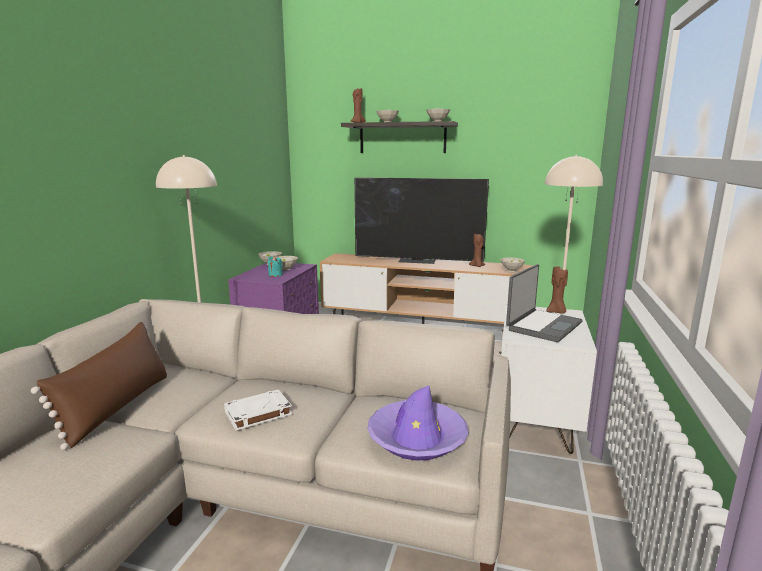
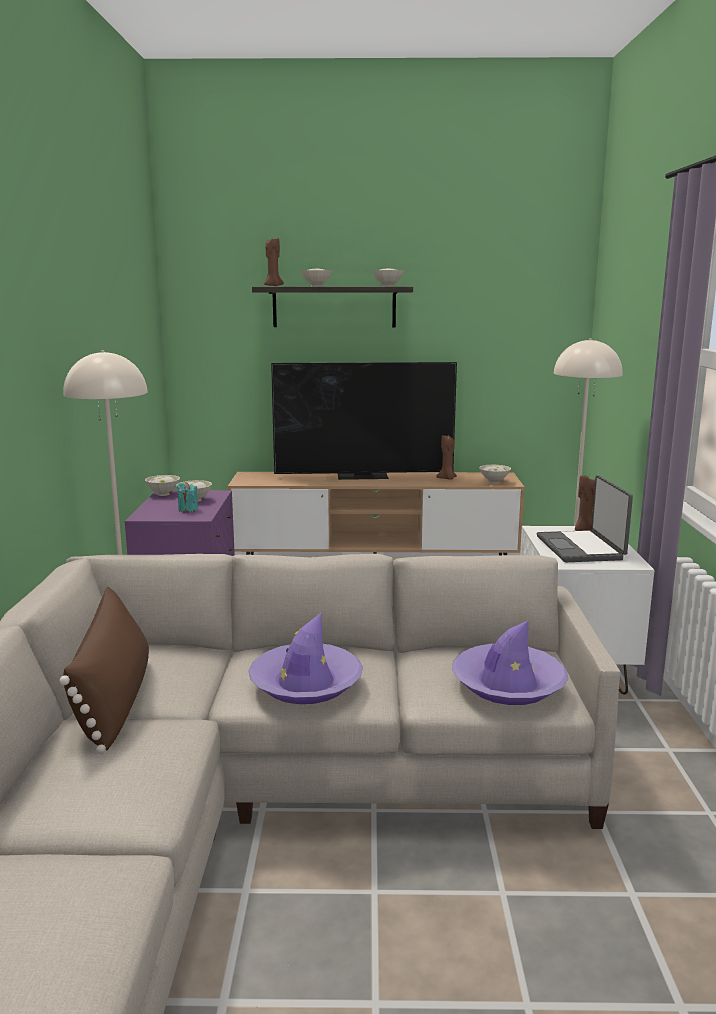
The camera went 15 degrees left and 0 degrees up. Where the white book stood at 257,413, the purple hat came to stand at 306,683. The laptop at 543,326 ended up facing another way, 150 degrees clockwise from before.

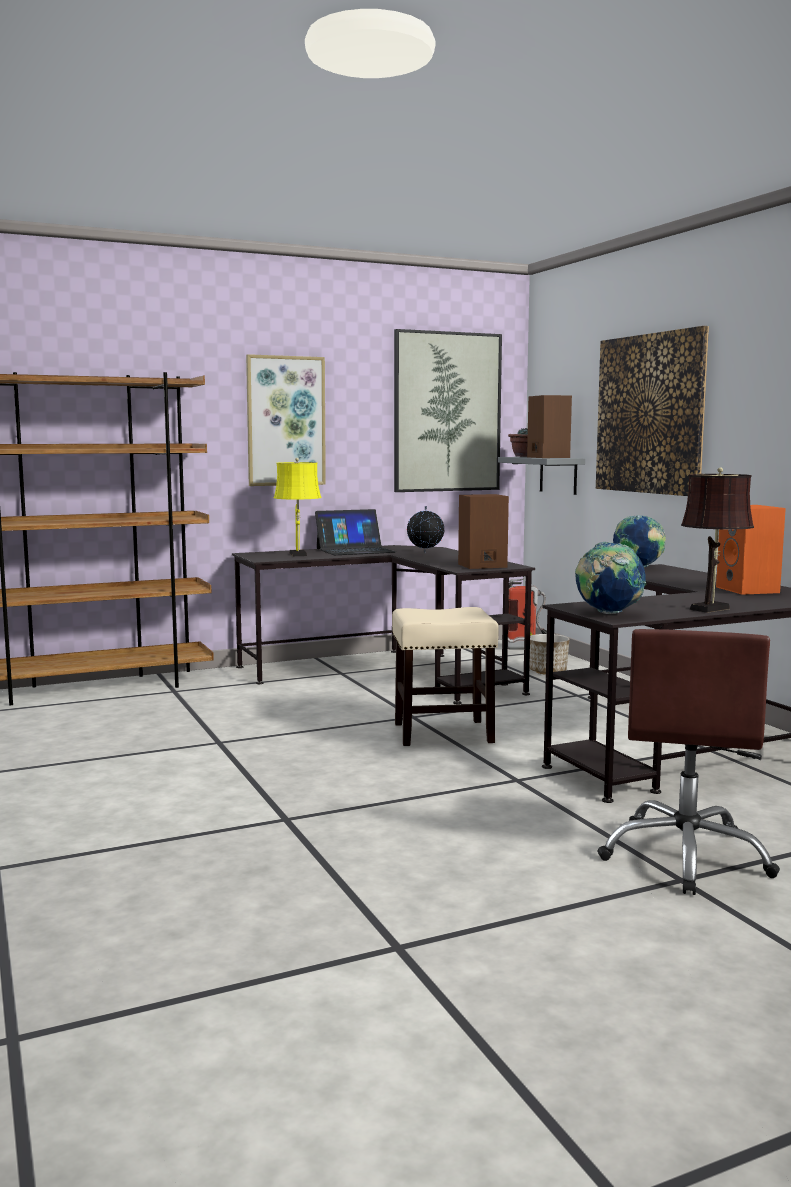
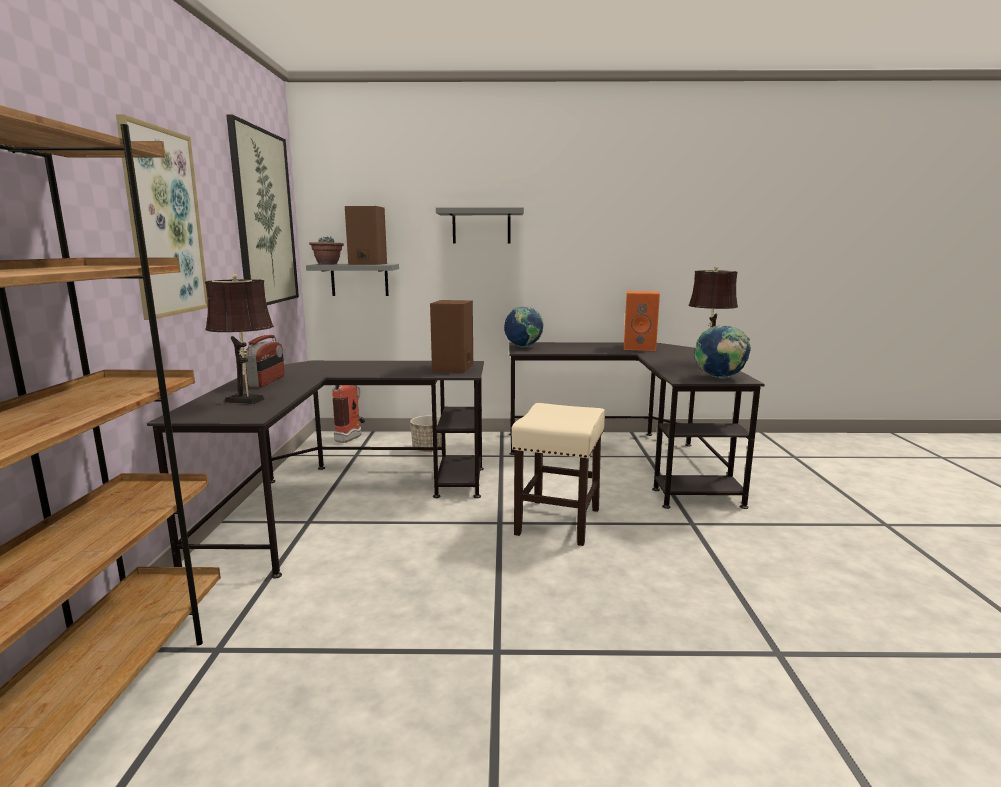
The camera went 65 degrees left and 5 degrees up. The second view lost the globe at 425,553. The second view lost the brown office chair at 686,856. Where the laptop stood at 355,550, the radio came to stand at 267,381. Where the picture hung at 650,414, the grey shelf came to hang at 481,226. What was the yellow table lamp at 298,555 turned into the brown table lamp at 247,401.

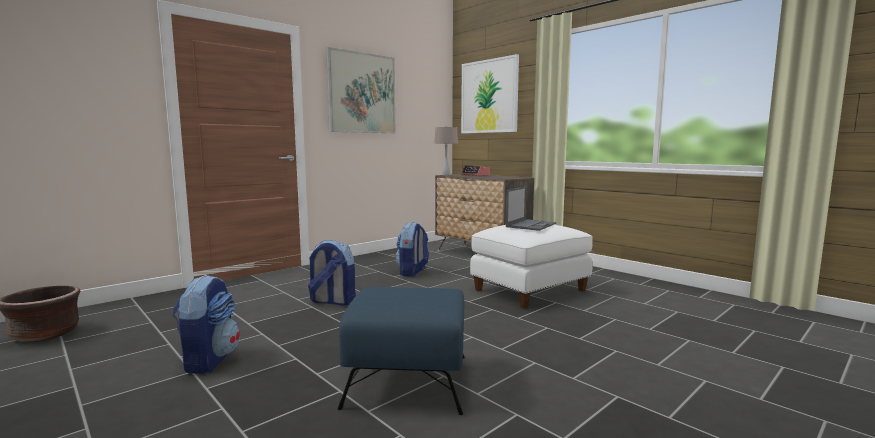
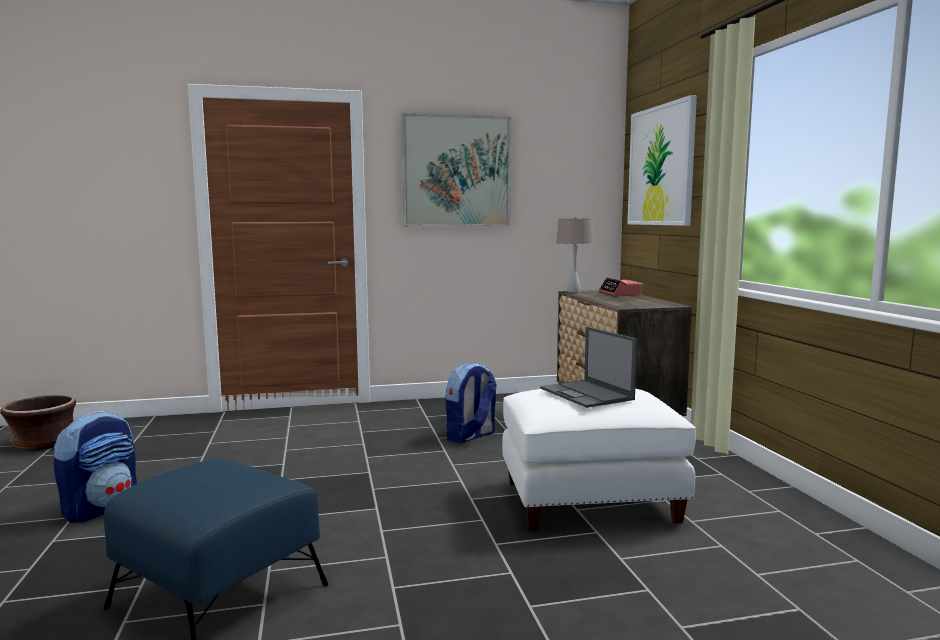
The camera went 30 degrees right and 0 degrees up. The second view lost the backpack at 332,301. The laptop at 531,225 ended up facing another way, 90 degrees clockwise from before.

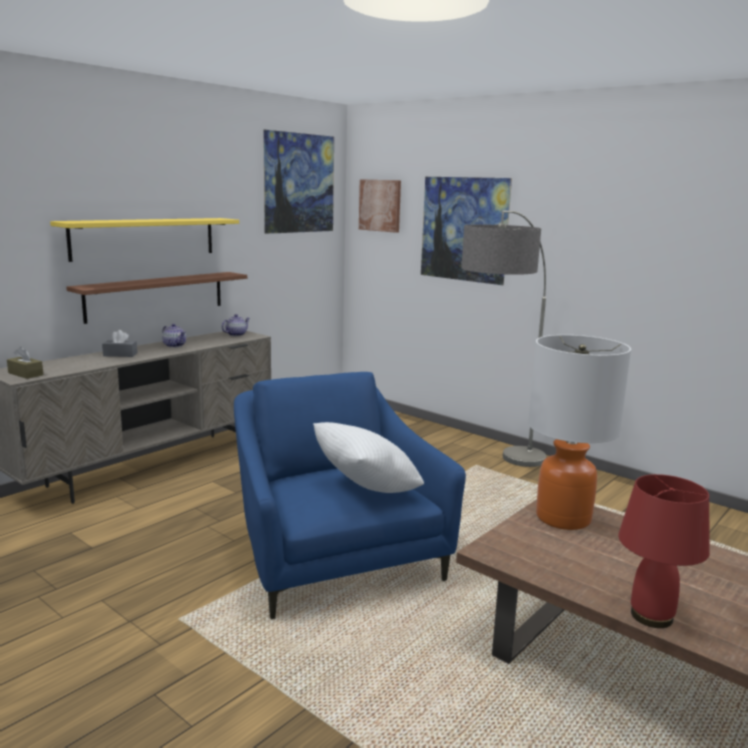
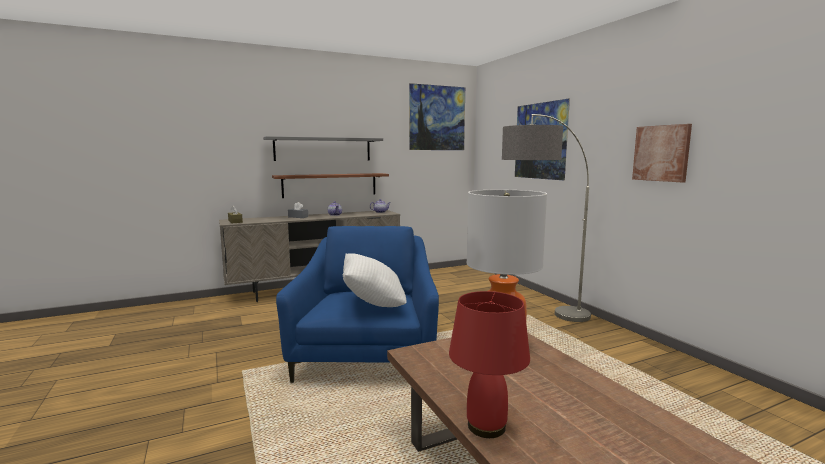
The camera went 25 degrees right and 5 degrees down. The picture ended up elsewhere, having gone from 380,205 to 661,153. What was the yellow shelf at 144,238 turned into the grey shelf at 323,149.

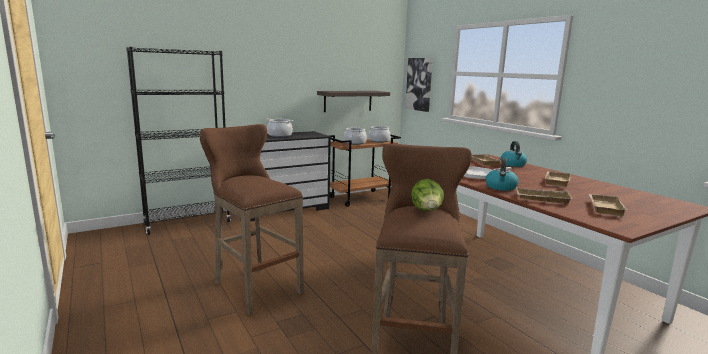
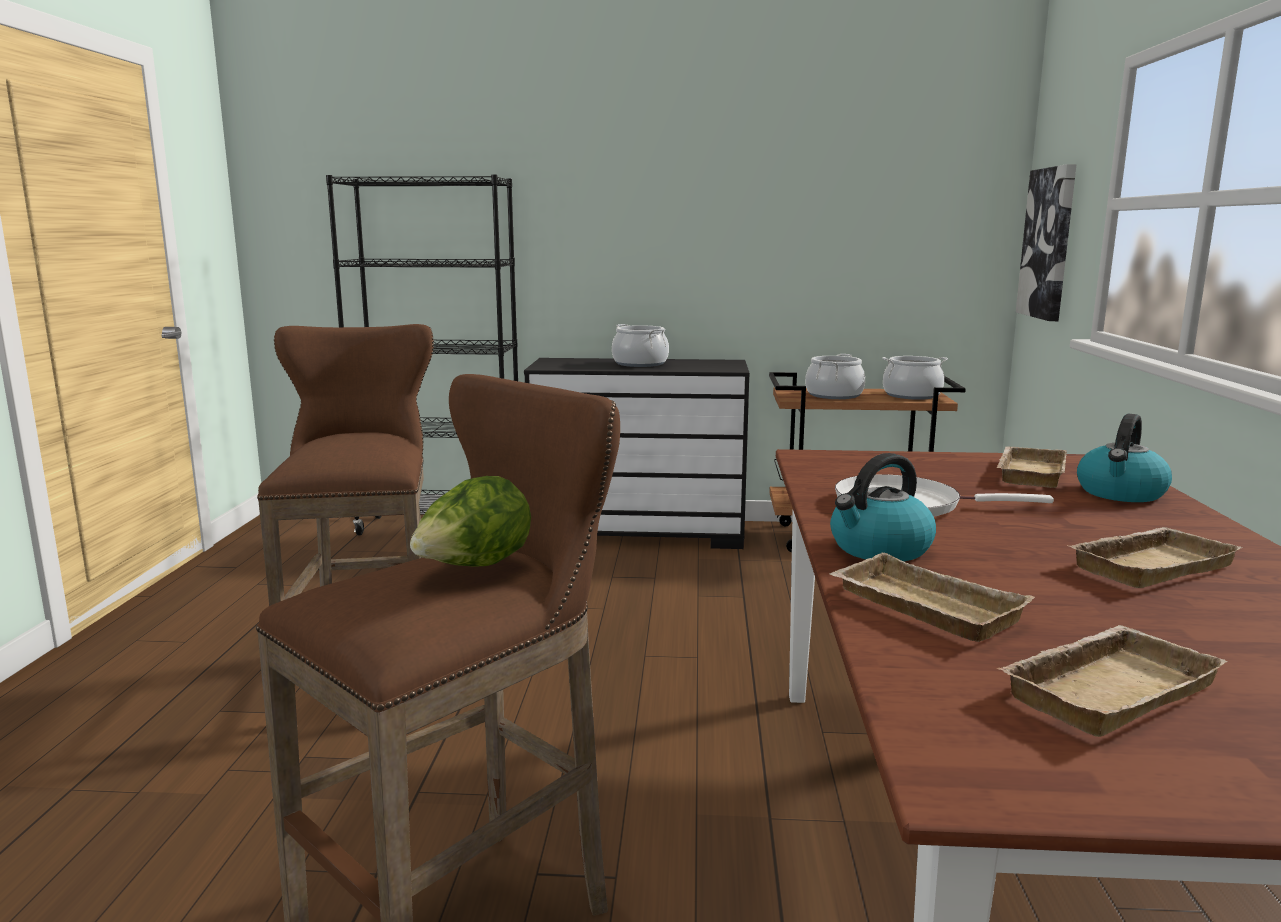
The camera went 35 degrees right and 0 degrees up. The second view lost the shelf at 348,101.

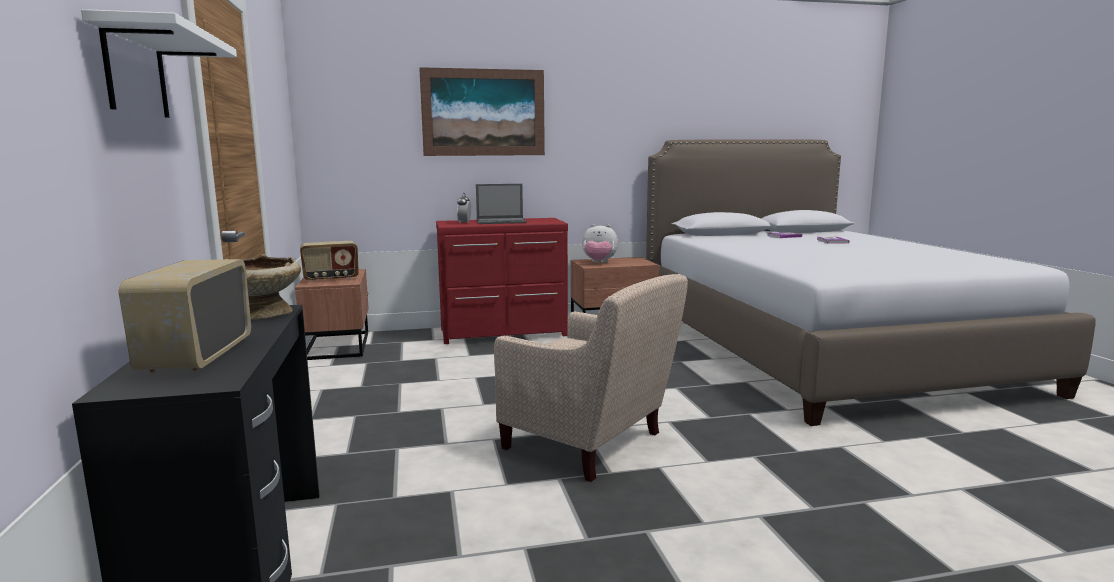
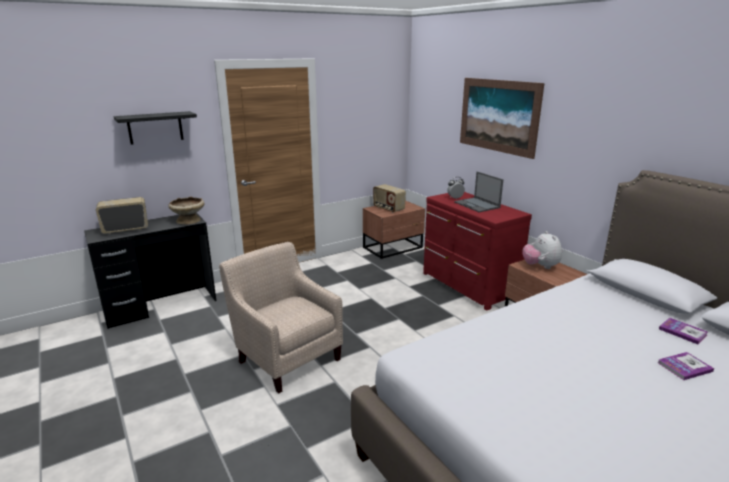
The camera went 70 degrees right and 10 degrees up. What was the white shelf at 136,72 turned into the black shelf at 155,127. The beige armchair at 590,444 ended up facing another way, 120 degrees clockwise from before.

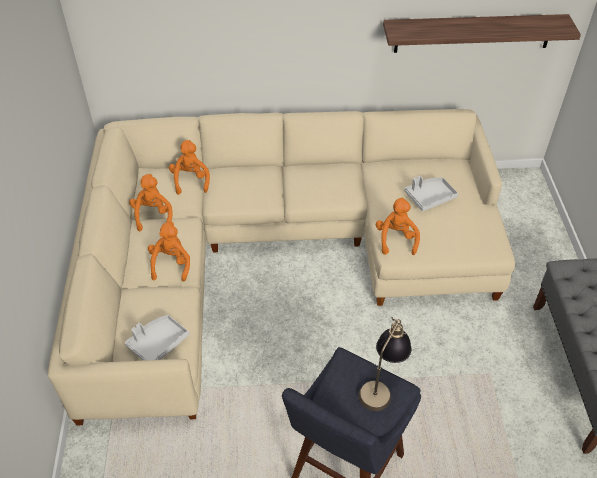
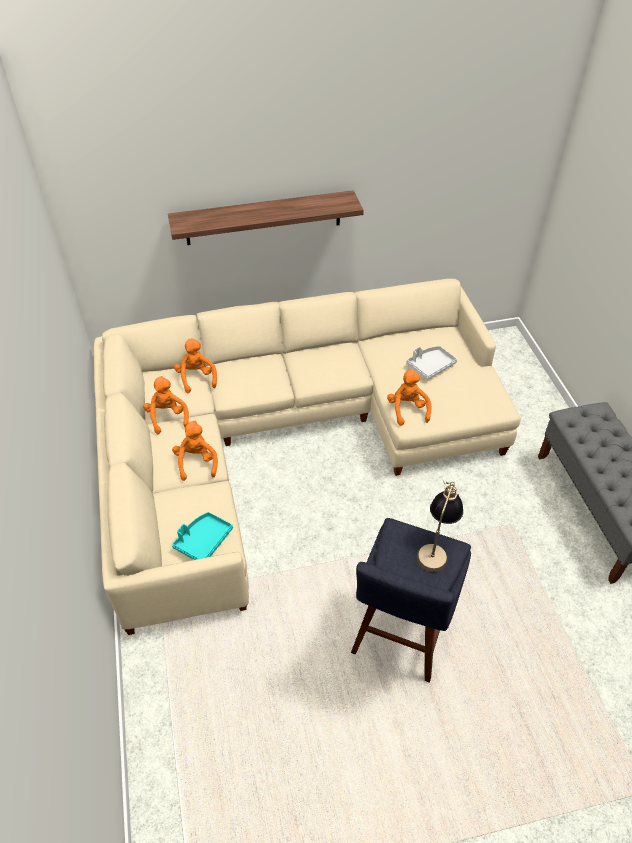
The camera went 10 degrees left and 0 degrees up. The shelf ended up elsewhere, having gone from 473,33 to 263,218. What was the grey tray at 158,343 turned into the turquoise tray at 203,541.

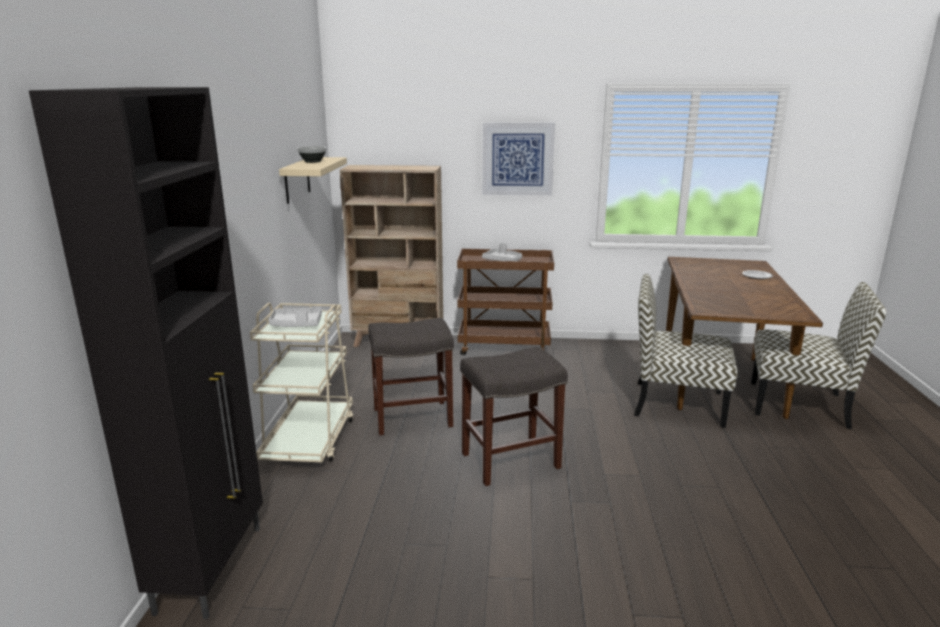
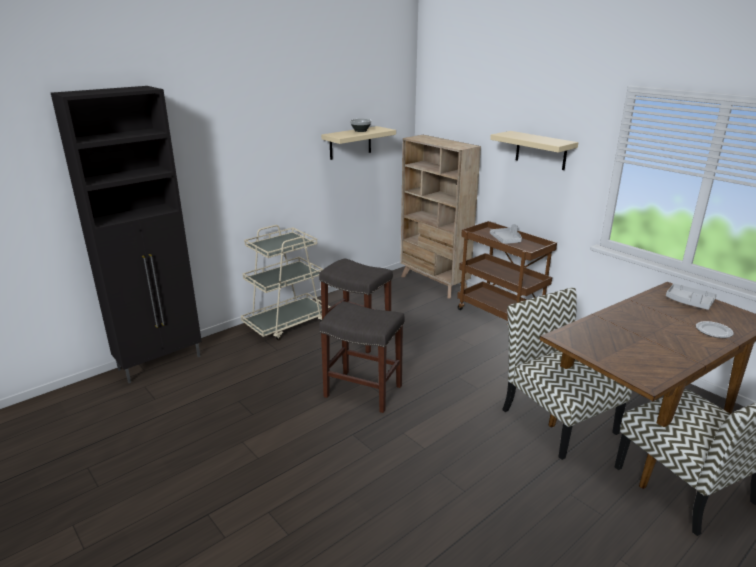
The camera went 45 degrees right and 5 degrees up. The grey tray ended up elsewhere, having gone from 296,324 to 689,302. Where the picture hung at 517,159, the beige shelf came to hang at 541,150.

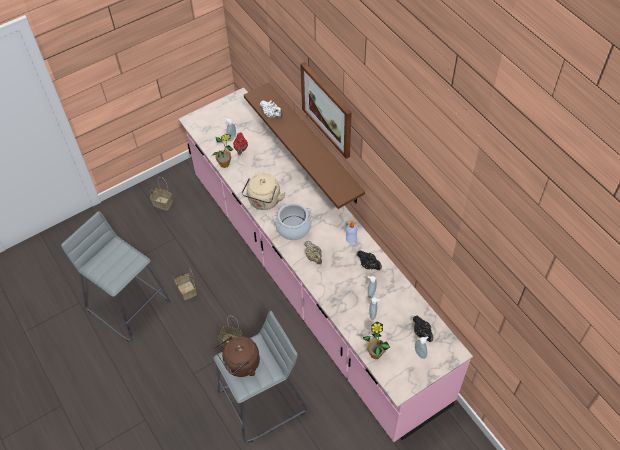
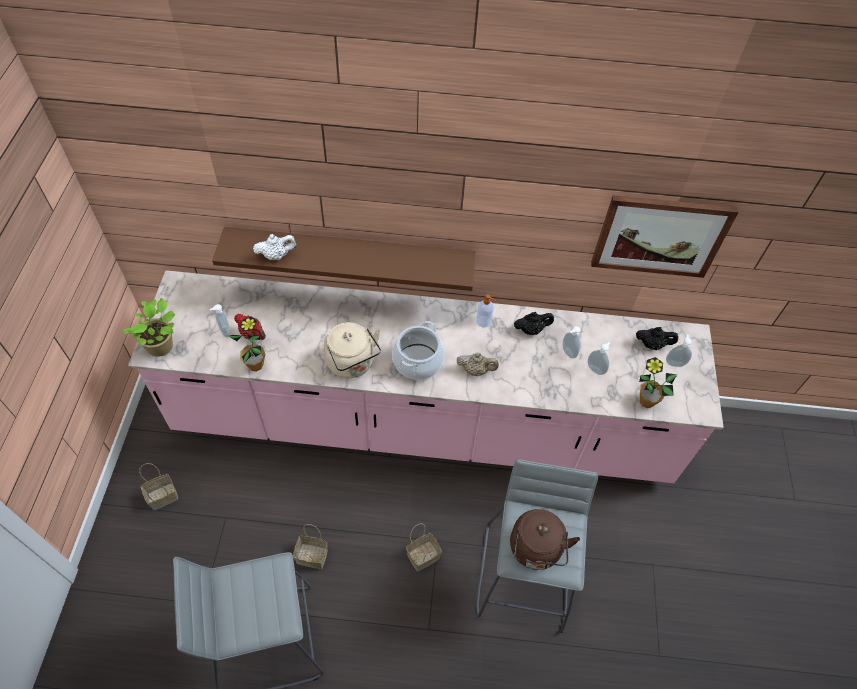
The camera went 55 degrees left and 0 degrees up. The second view gained the potted plant at 162,346. The picture ended up elsewhere, having gone from 327,109 to 660,235.

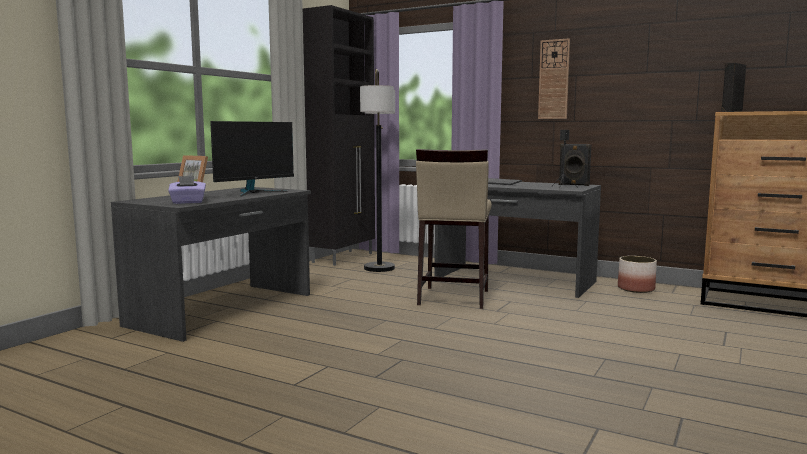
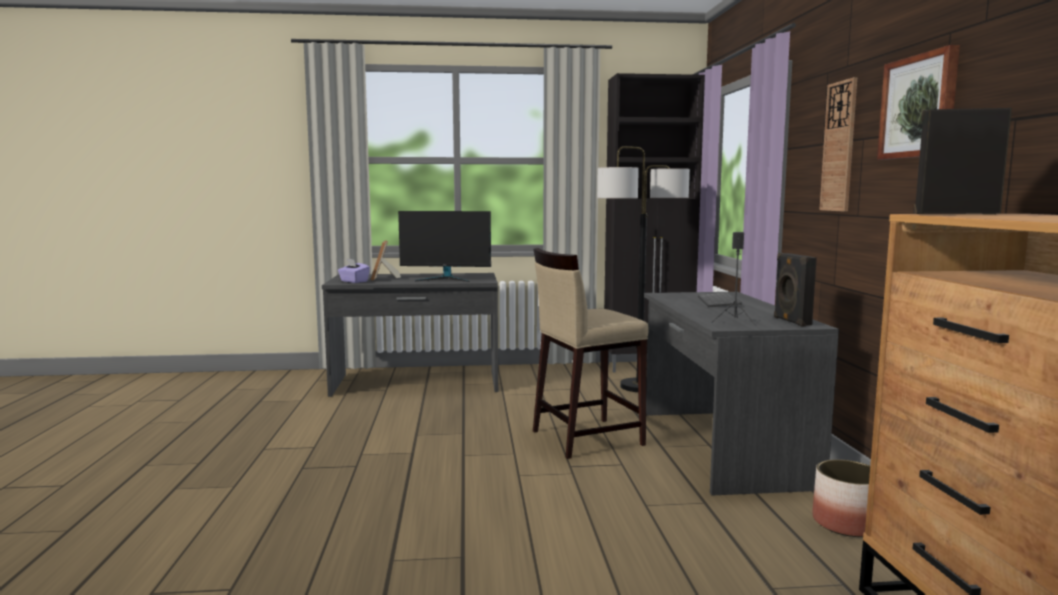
The camera went 55 degrees right and 0 degrees up. The second view gained the picture at 919,107.

